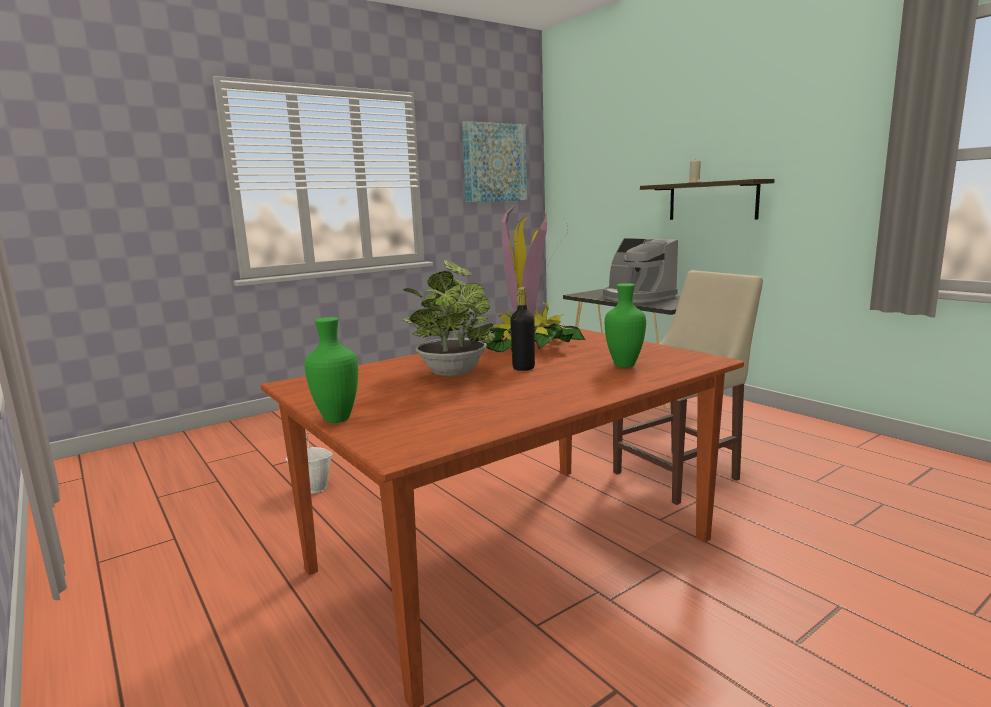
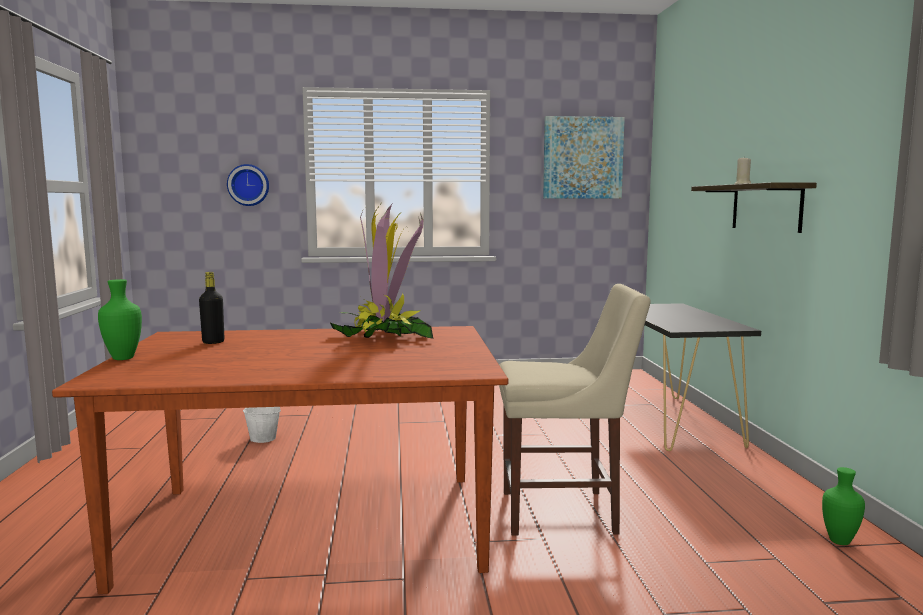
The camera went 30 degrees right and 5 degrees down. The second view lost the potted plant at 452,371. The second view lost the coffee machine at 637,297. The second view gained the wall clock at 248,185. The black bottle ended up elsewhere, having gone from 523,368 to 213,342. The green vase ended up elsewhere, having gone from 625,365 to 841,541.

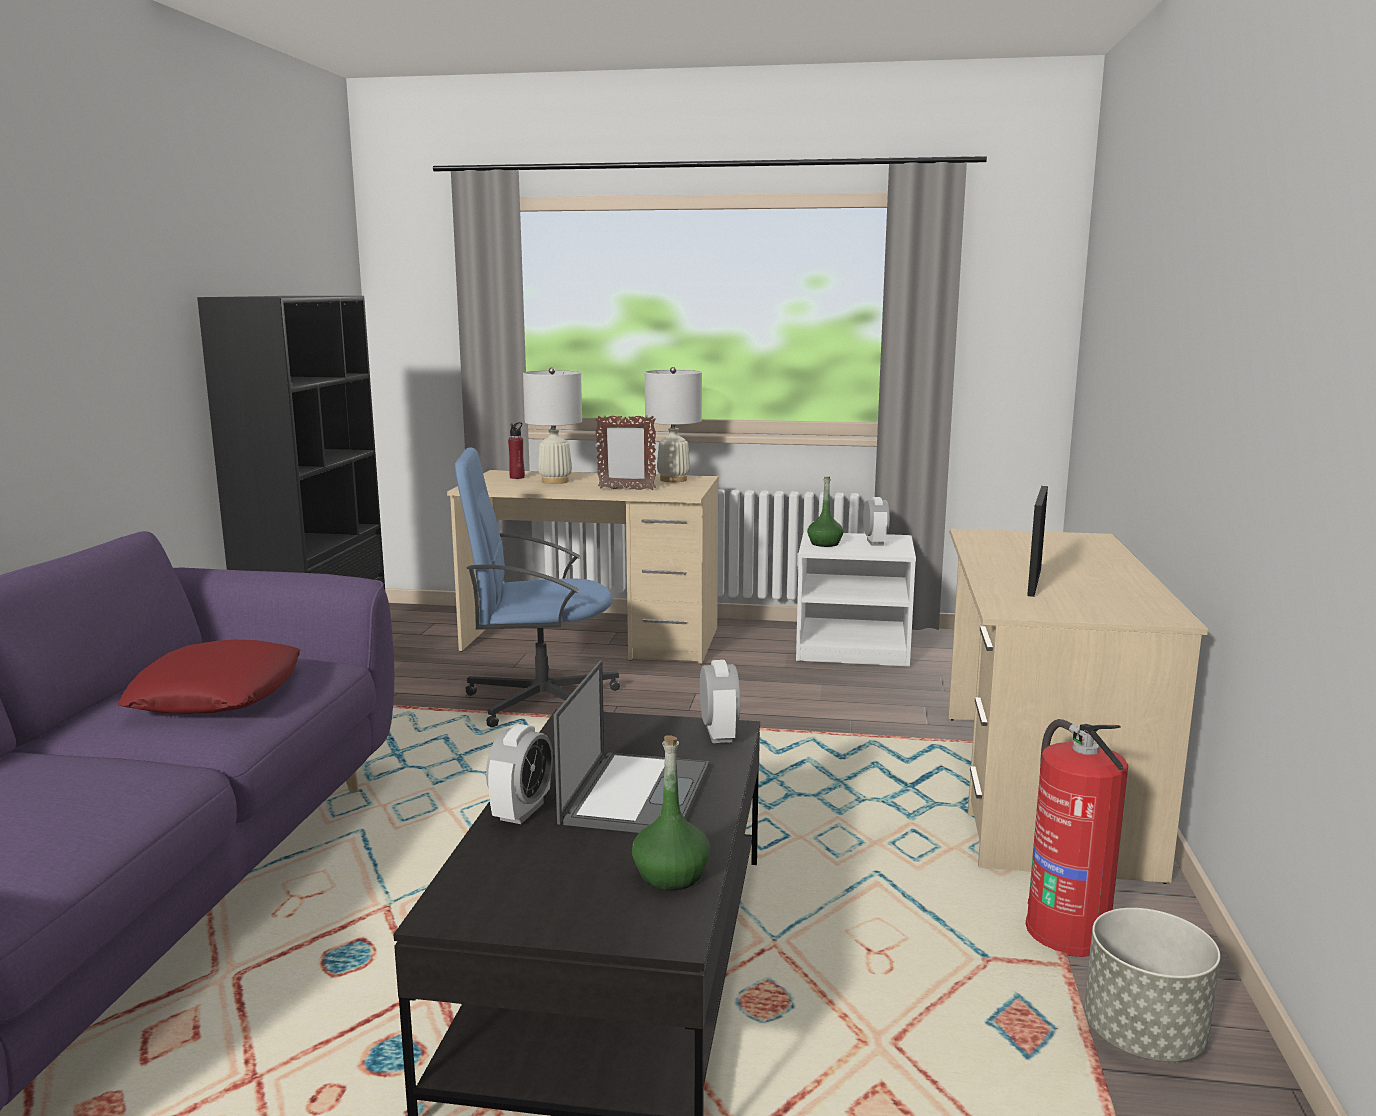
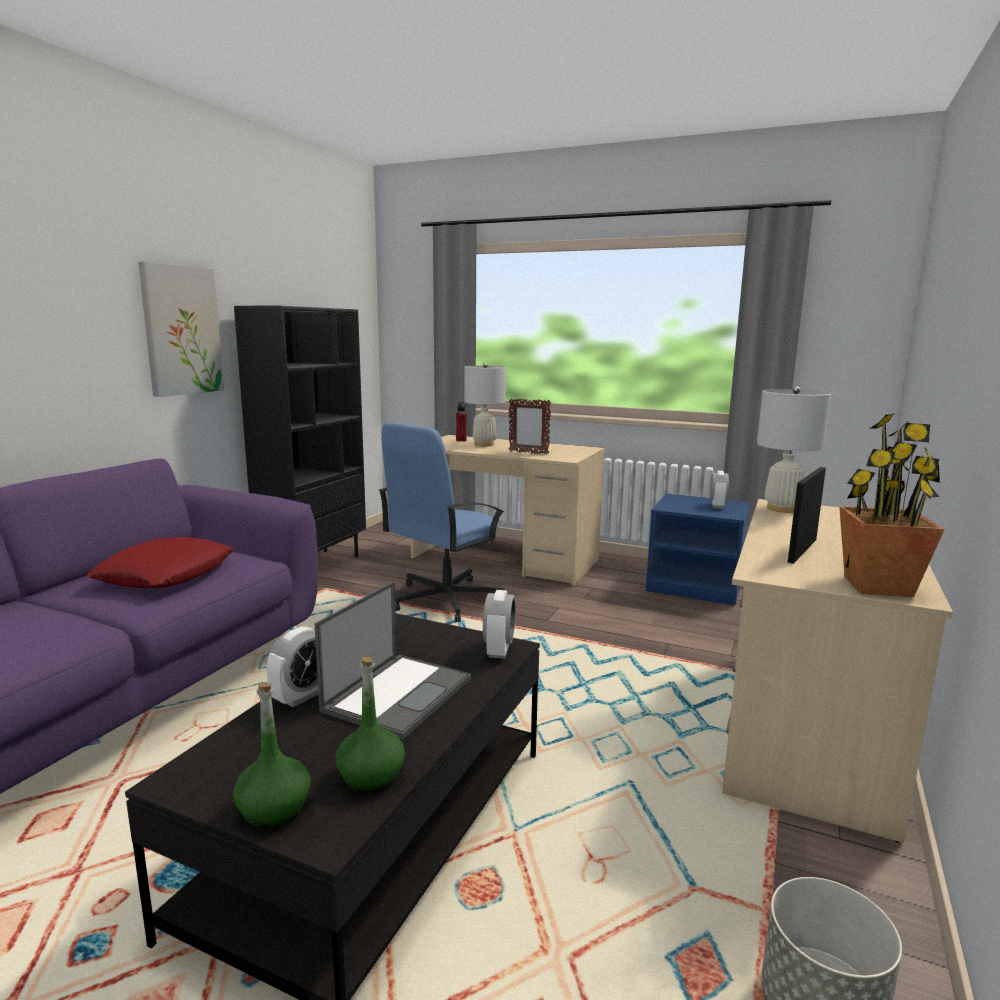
The camera went 15 degrees right and 0 degrees up. The second view lost the fire extinguisher at 1065,931. The second view gained the picture at 181,330. The second view gained the potted plant at 877,586. The white table lamp ended up elsewhere, having gone from 673,480 to 782,509. The green bottle ended up elsewhere, having gone from 824,544 to 274,809. What was the white nightstand at 854,649 turned into the blue nightstand at 696,586. The blue office chair at 539,700 ended up facing another way, 60 degrees counterclockwise from before.

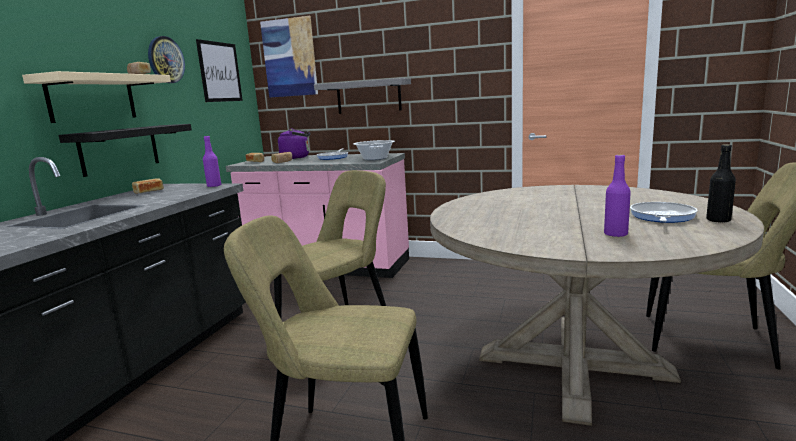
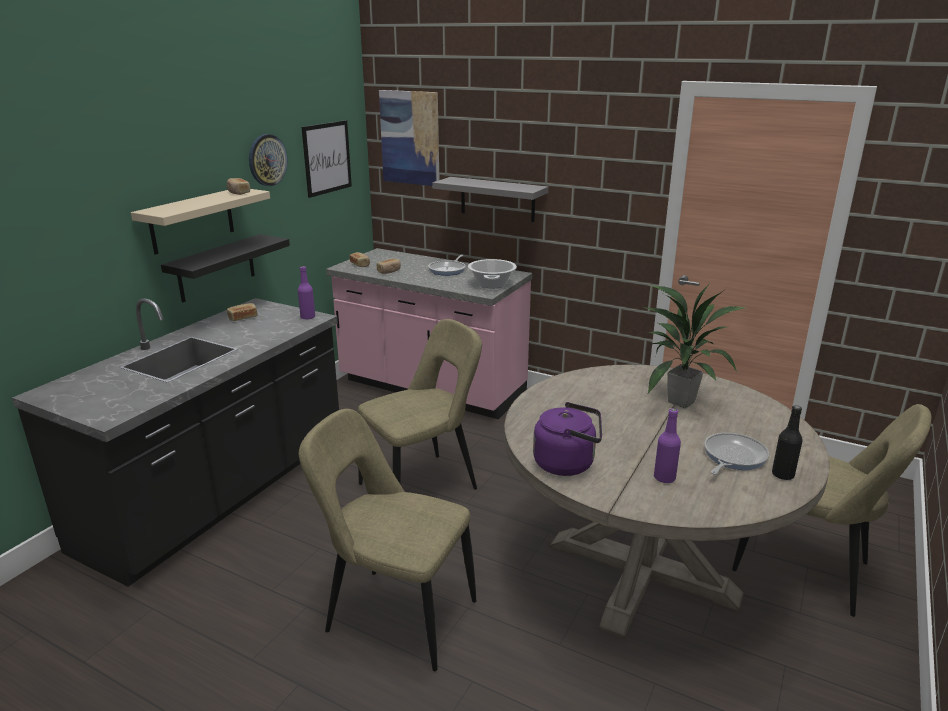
The camera went 10 degrees right and 10 degrees up. The second view gained the potted plant at 680,401. The purple kettle ended up elsewhere, having gone from 297,157 to 567,463.

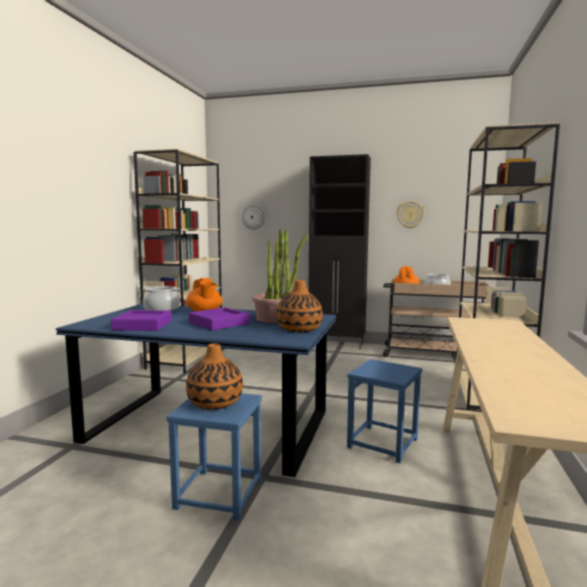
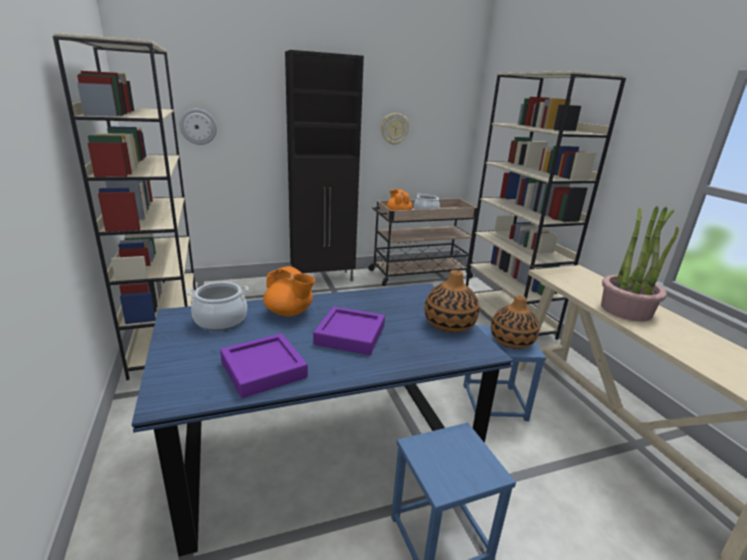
The camera went 35 degrees left and 15 degrees up. The vase ended up elsewhere, having gone from 215,403 to 511,341. The potted plant ended up elsewhere, having gone from 276,318 to 626,309.

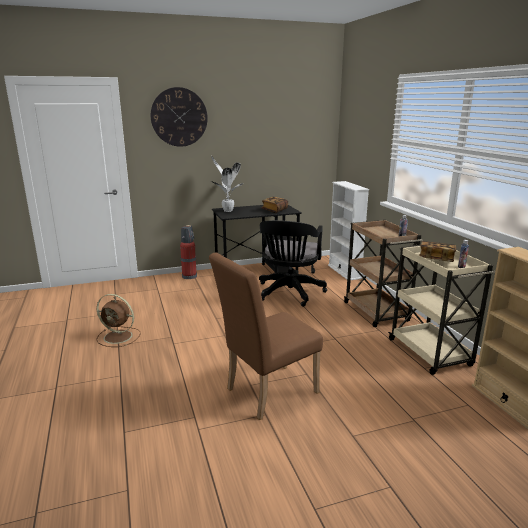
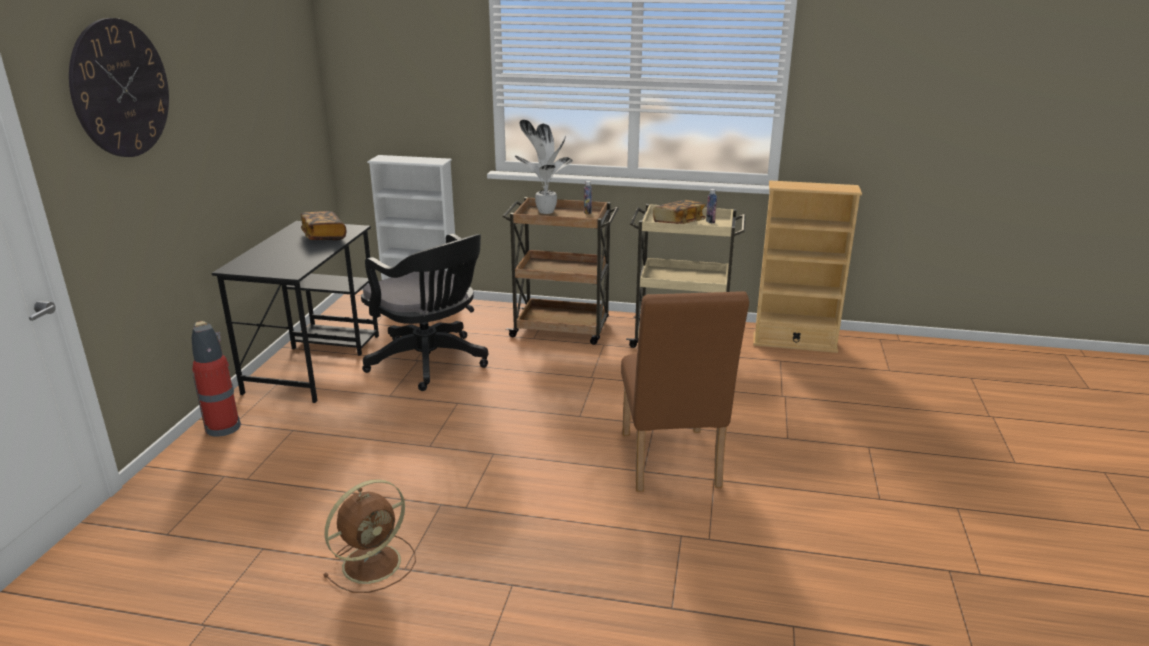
The camera went 60 degrees left and 5 degrees up. The potted plant ended up elsewhere, having gone from 227,210 to 544,212.

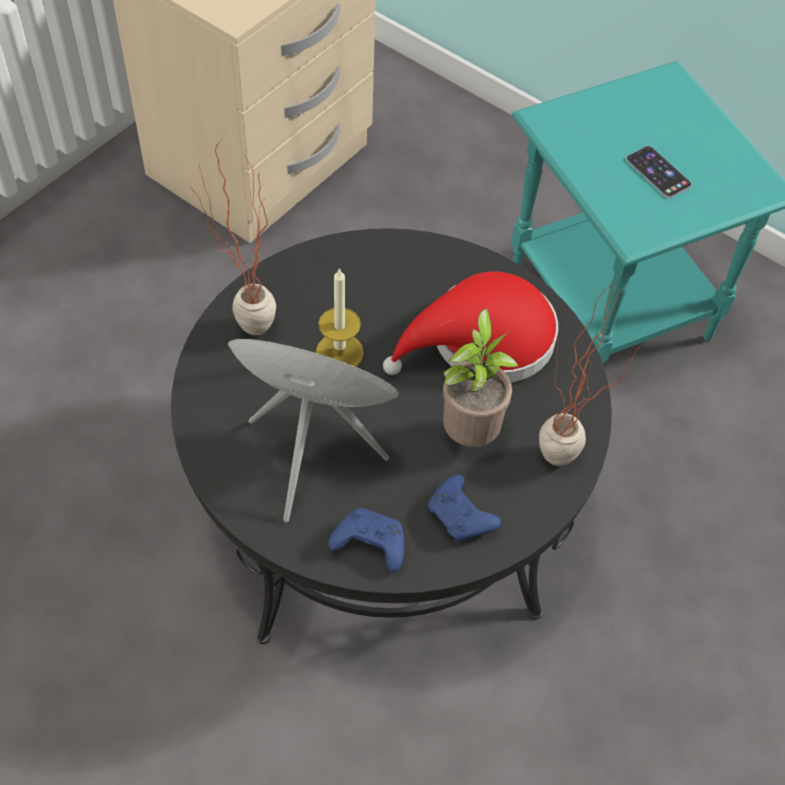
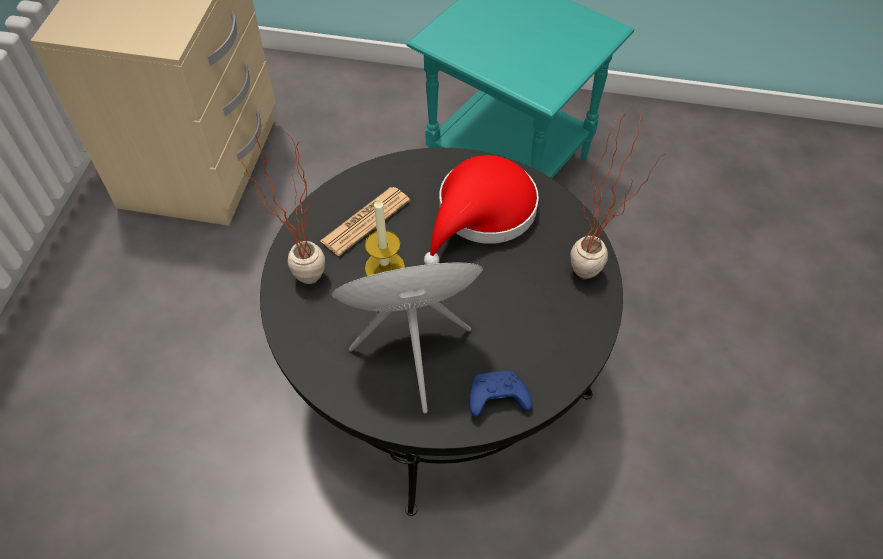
The camera went 25 degrees left and 0 degrees up. The second view lost the blue game controller at 461,517. The second view lost the potted plant at 470,432. The second view lost the phone at 658,172. The second view gained the newspaper at 365,221.

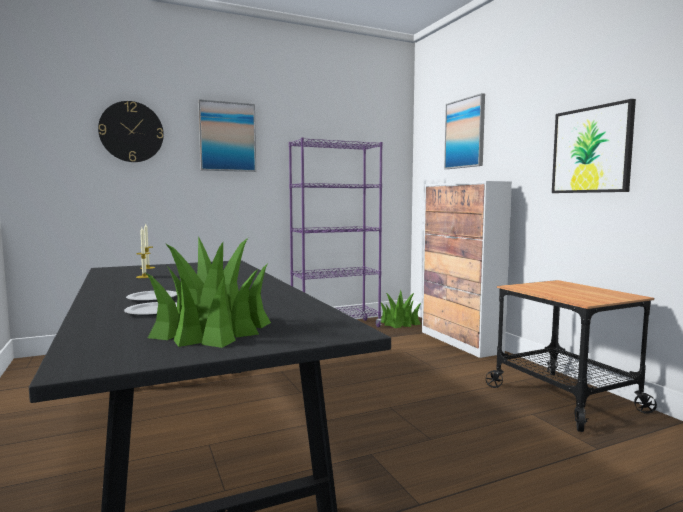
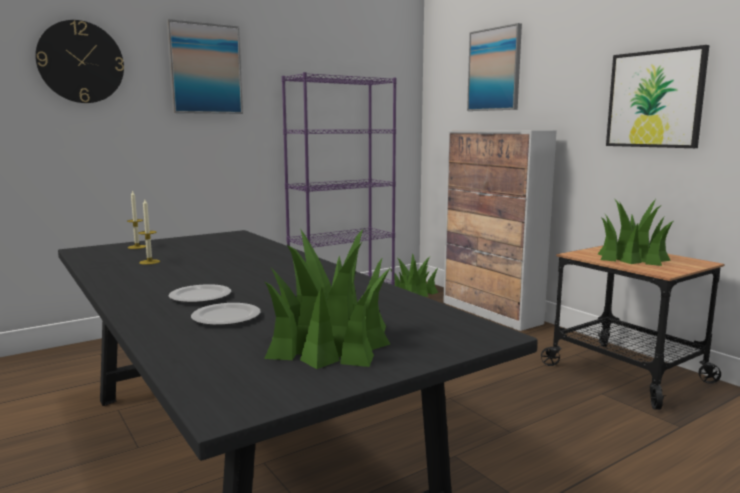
The camera went 10 degrees left and 5 degrees up. The second view gained the potted plant at 632,257.

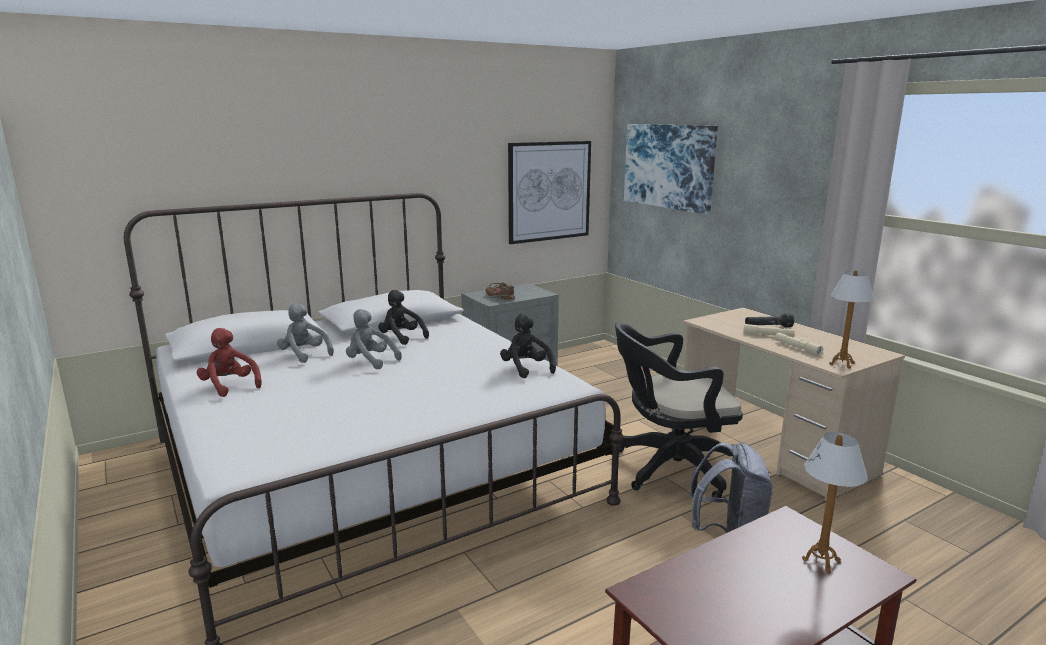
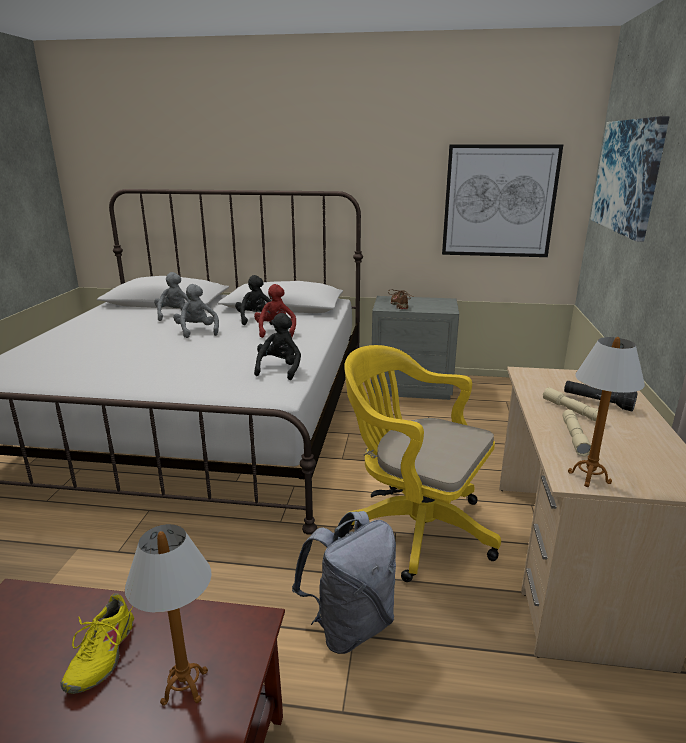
The camera went 40 degrees right and 5 degrees up. The second view gained the yellow shoe at 101,655. The red plush toy ended up elsewhere, having gone from 229,386 to 276,332. What was the black office chair at 669,468 turned into the yellow office chair at 413,526.

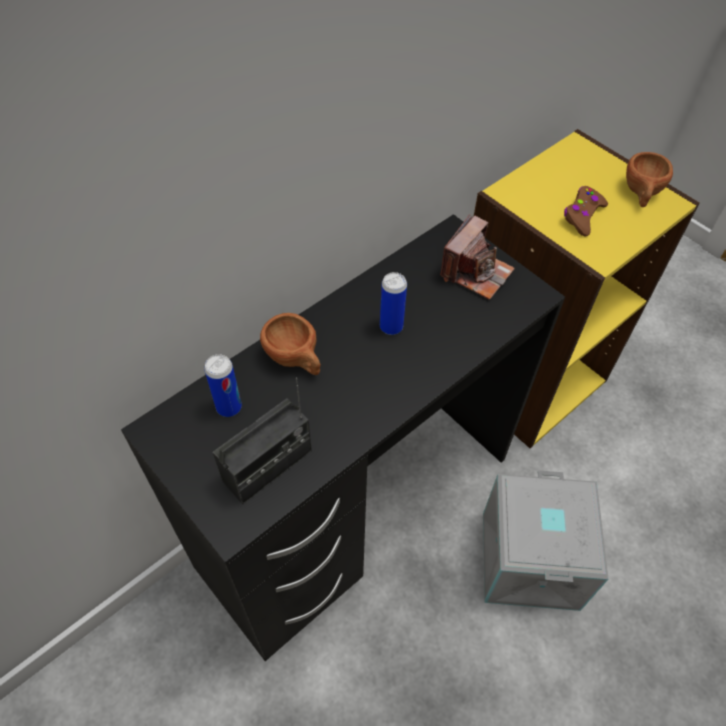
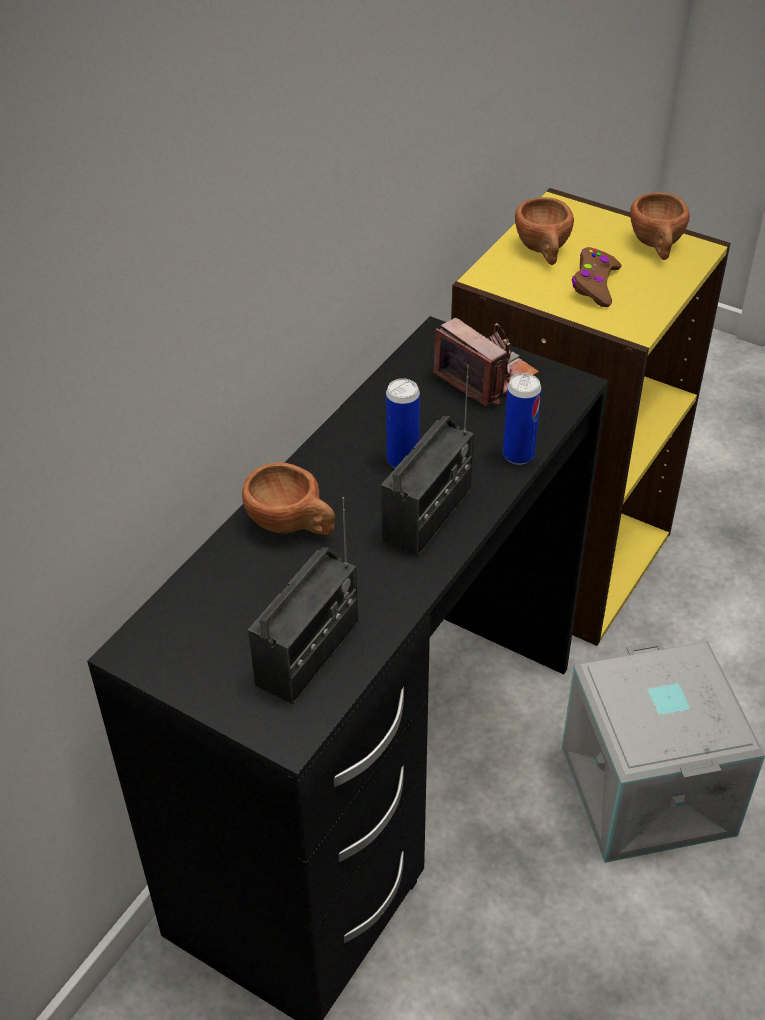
The camera went 15 degrees left and 10 degrees down. The second view gained the radio at 427,515. The second view gained the brown cup at 544,251. The can ended up elsewhere, having gone from 229,407 to 518,455. The photo camera at 476,272 ended up facing another way, 60 degrees counterclockwise from before.

